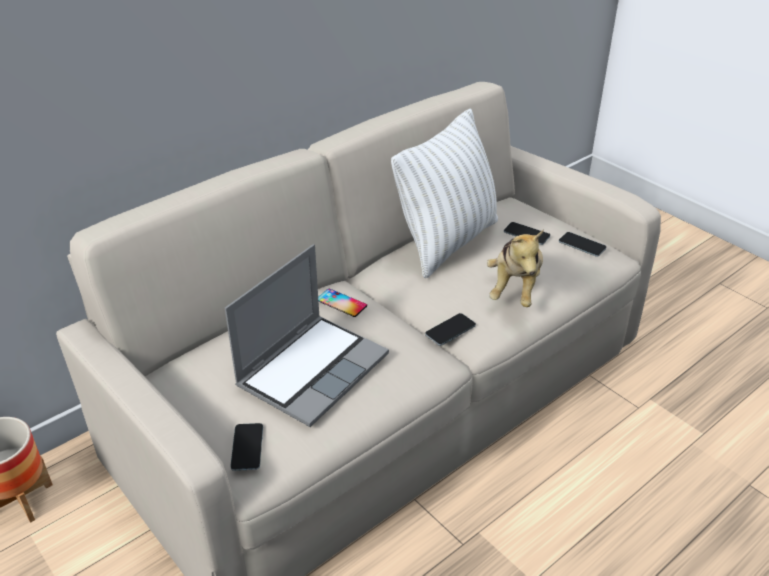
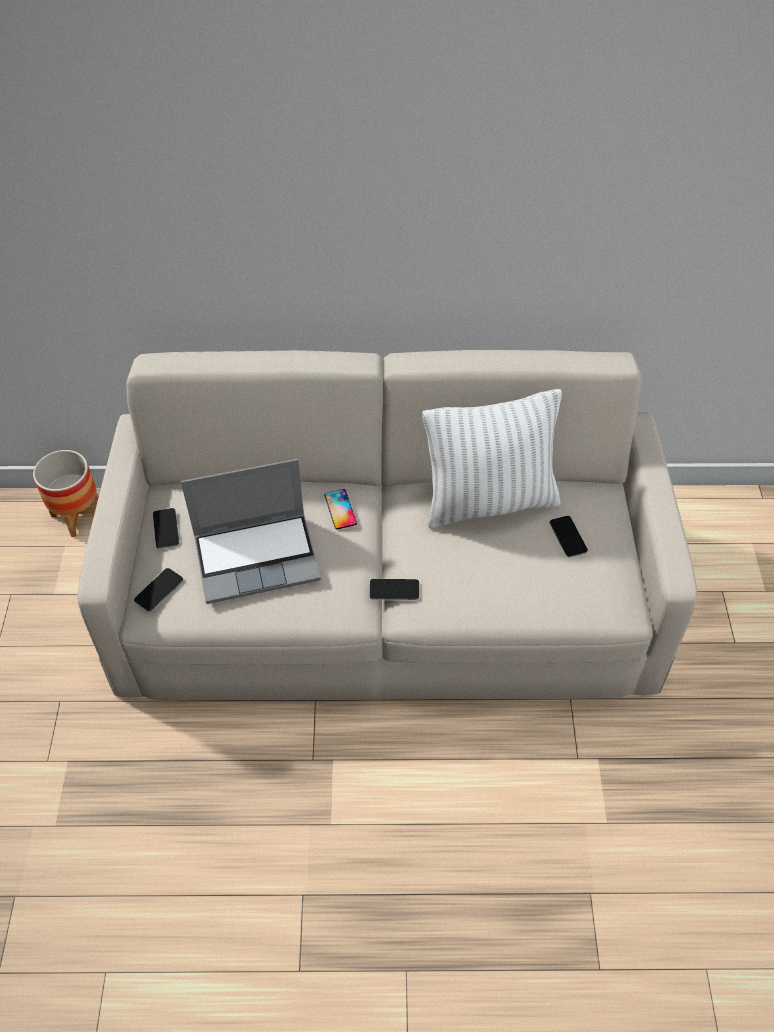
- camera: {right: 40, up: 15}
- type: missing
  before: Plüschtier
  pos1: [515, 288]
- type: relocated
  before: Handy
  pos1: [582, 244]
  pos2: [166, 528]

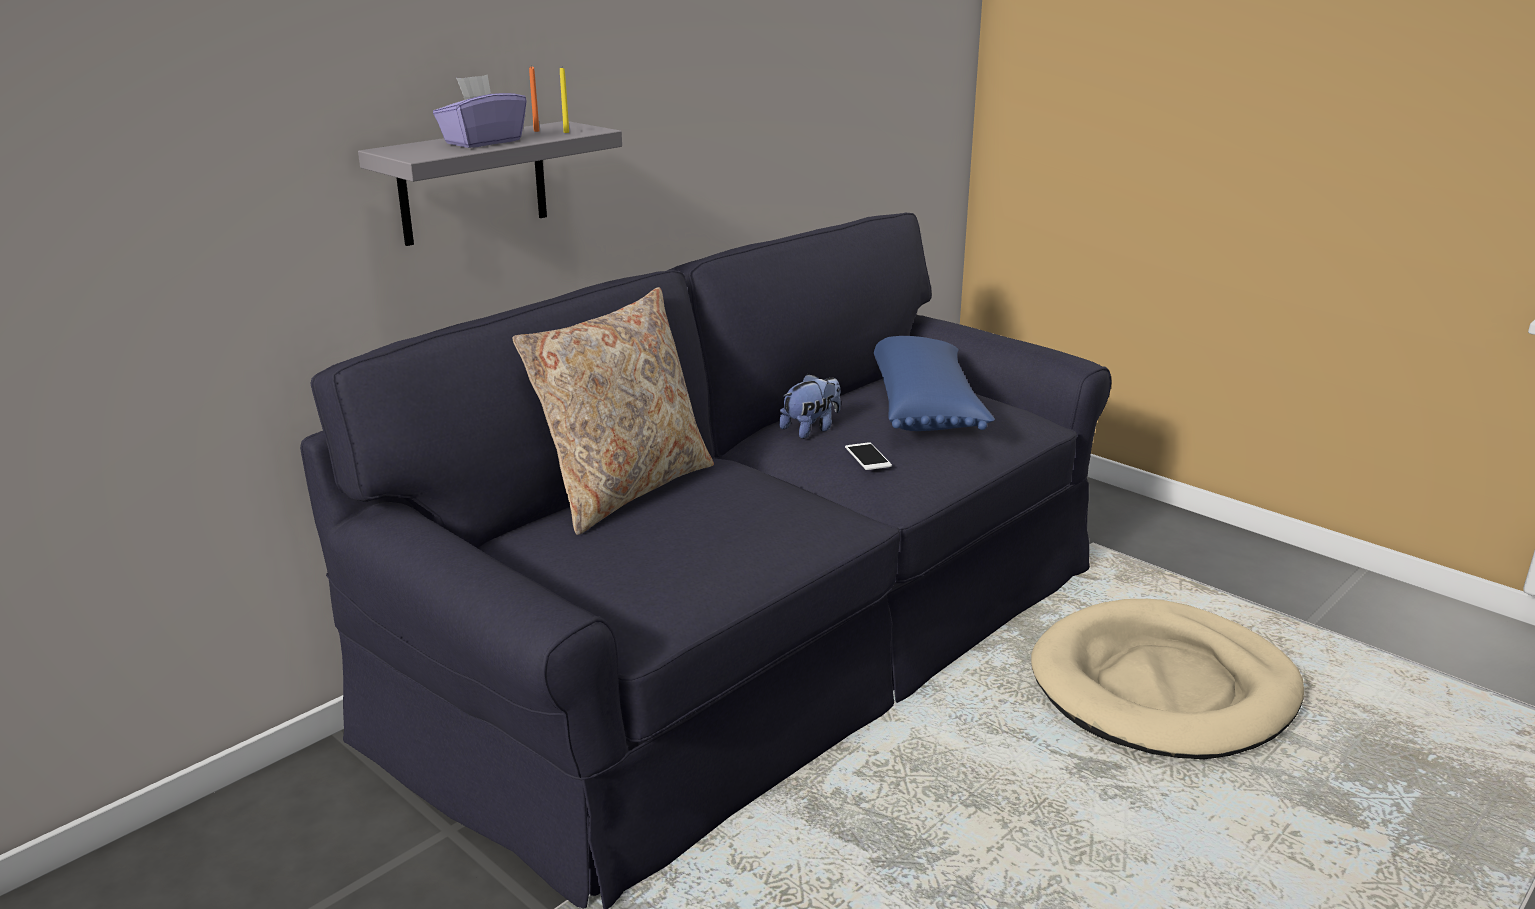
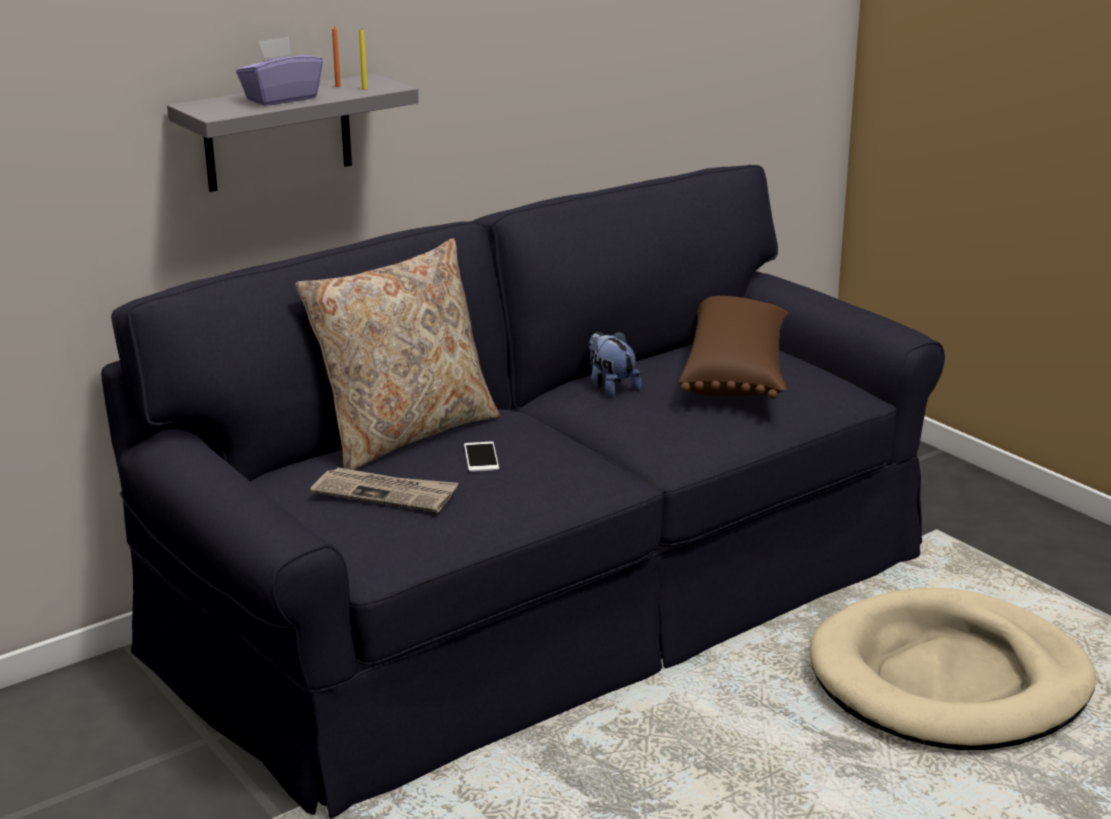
- camera: {right: 10, up: 0}
- type: appeared
  after: Zeitung
  pos2: [386, 493]
- type: relocated
  before: Handy
  pos1: [868, 456]
  pos2: [481, 457]
- type: colour
  before: Kissen [blau]
  after: Kissen [braun]
  pos1: [926, 409]
  pos2: [737, 373]
- type: spun
  before: Plüschtier
  pos1: [811, 429]
  pos2: [611, 387]
  turn: -90

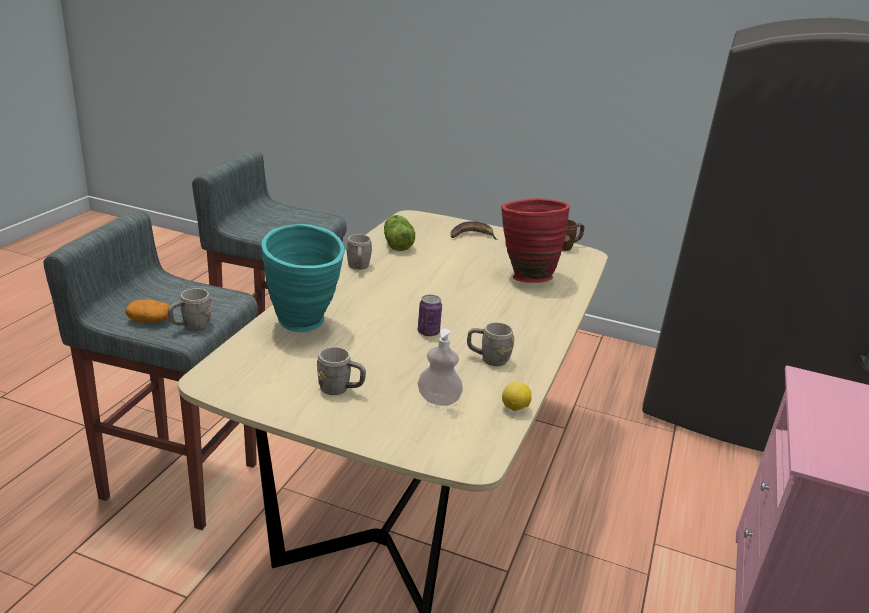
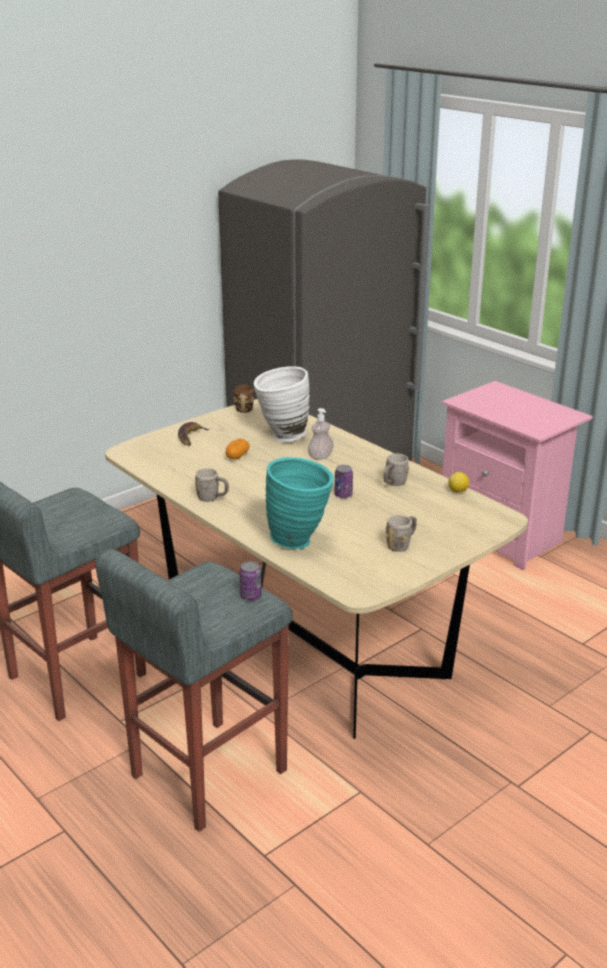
- camera: {right: -60, up: 0}
- type: missing
  before: Salatkopf
  pos1: [397, 243]
- type: relocated
  before: Kartoffel
  pos1: [149, 321]
  pos2: [237, 456]
- type: relocated
  before: Seifenspender
  pos1: [438, 400]
  pos2: [320, 457]
- type: exchanged
  before: Henkelbecher [grau]
  after: Dose
  pos1: [191, 326]
  pos2: [250, 596]
- type: colour
  before: Vase [rot]
  after: Vase [weiß]
  pos1: [525, 275]
  pos2: [281, 437]

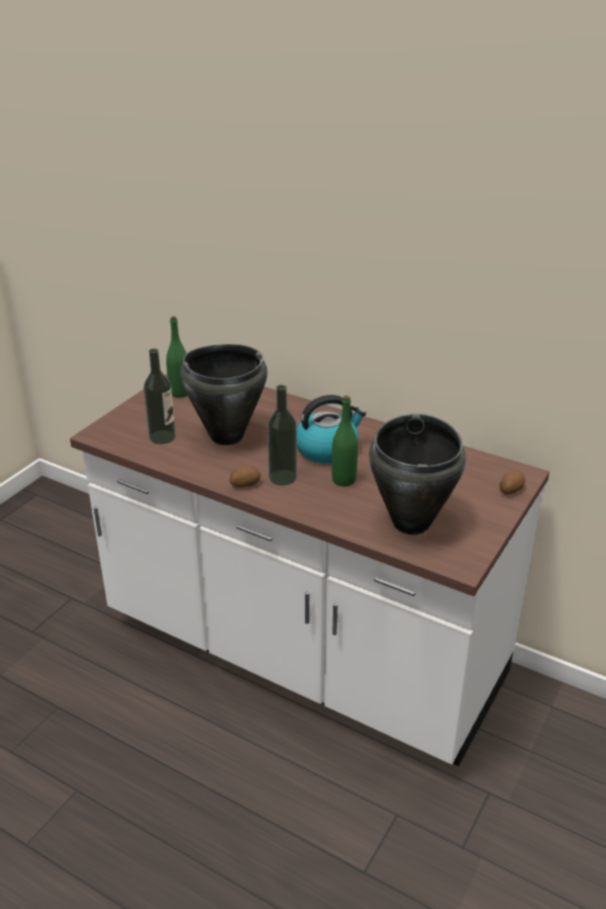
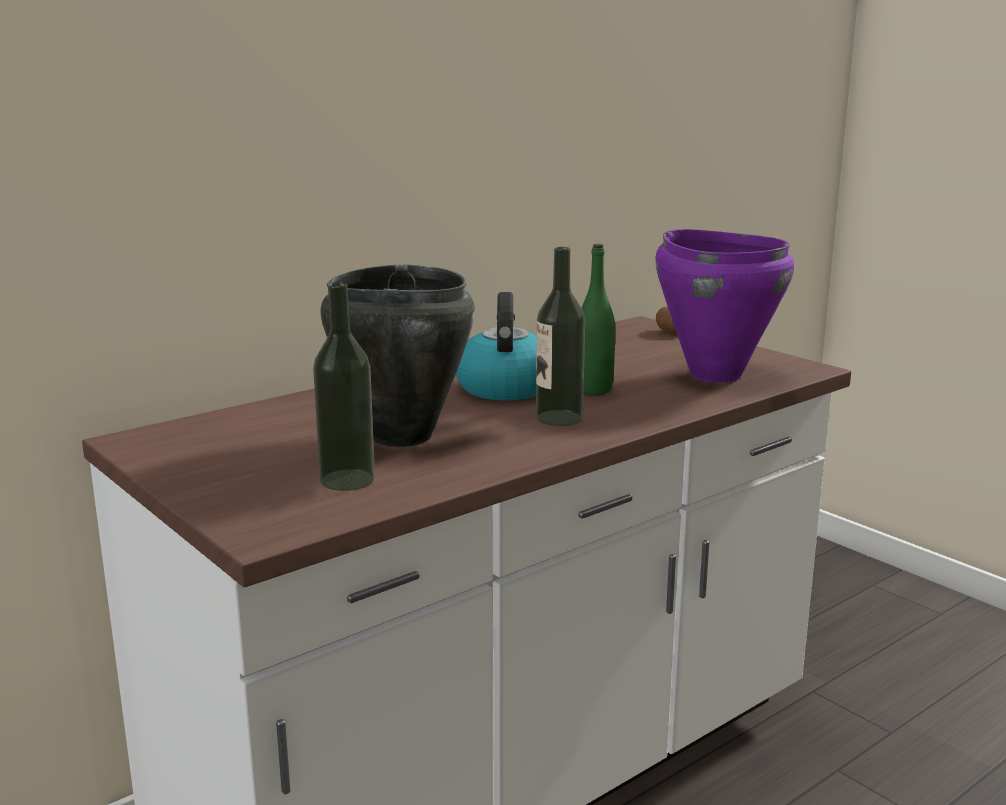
- camera: {right: -70, up: -15}
- type: missing
  before: Flasche [grün]
  pos1: [180, 393]
- type: missing
  before: Kartoffel
  pos1: [245, 484]
- type: colour
  before: Kochtopf [schwarz]
  after: Kochtopf [lila]
  pos1: [412, 522]
  pos2: [715, 374]

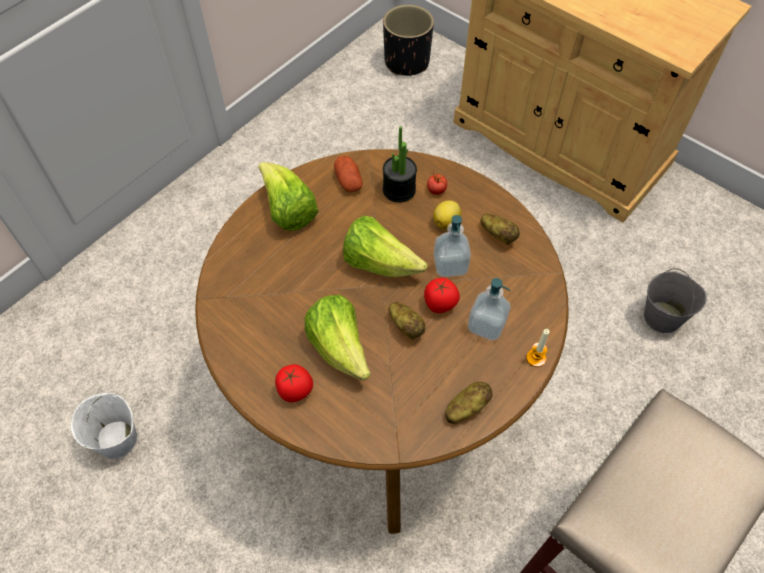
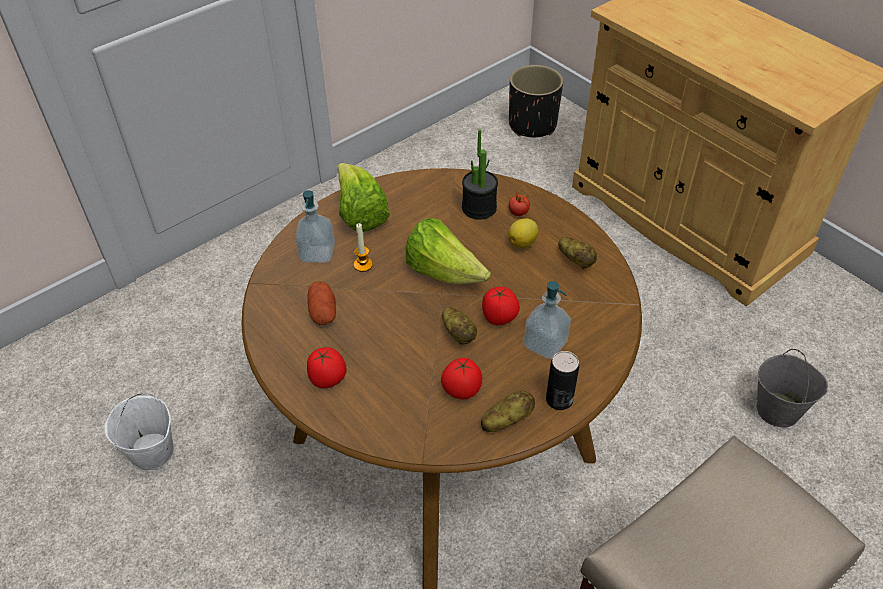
- camera: {right: 10, up: -10}
- type: missing
  before: Salatkopf
  pos1: [340, 347]
- type: appeared
  after: Tomate
  pos2: [461, 391]
- type: appeared
  after: Dose
  pos2: [559, 400]
- type: relocated
  before: Kartoffel
  pos1: [348, 181]
  pos2: [323, 312]
- type: relocated
  before: Seifenspender
  pos1: [450, 265]
  pos2: [317, 253]
- type: relocated
  before: Kerze
  pos1: [536, 358]
  pos2: [363, 265]

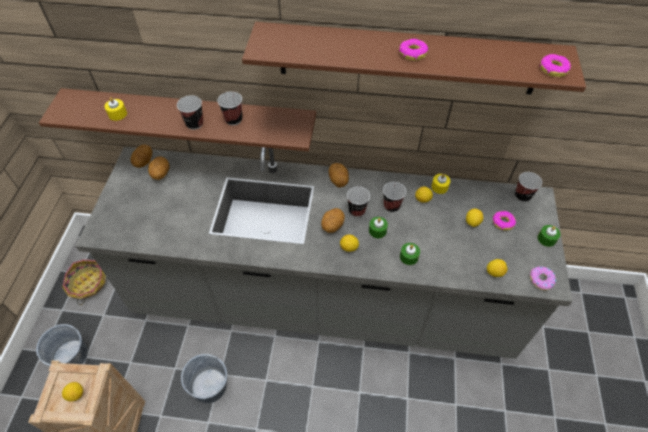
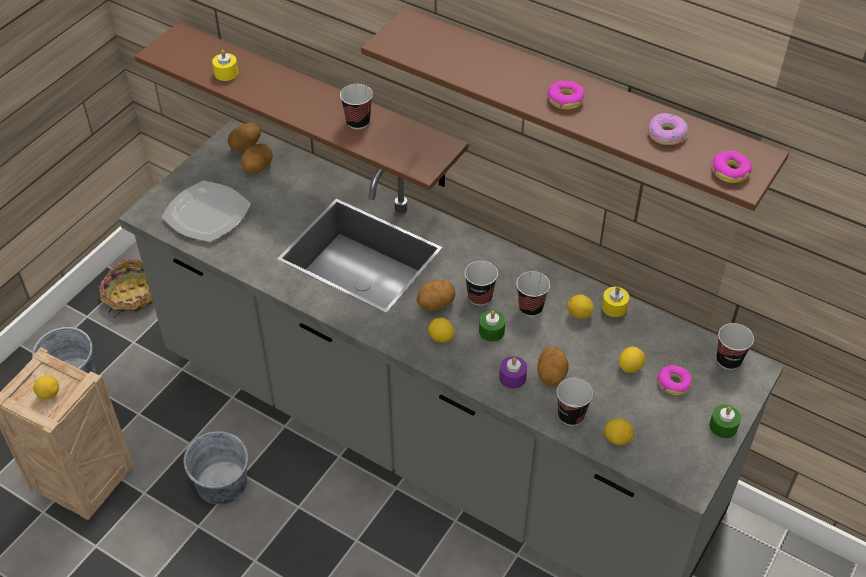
- camera: {right: 25, up: -5}
- type: appeared
  after: Teller
  pos2: [206, 213]
- type: relocated
  before: Tasse
  pos1: [194, 124]
  pos2: [571, 415]
- type: relocated
  before: Kartoffel
  pos1: [338, 181]
  pos2: [551, 375]
- type: relocated
  before: Donut
  pos1: [541, 280]
  pos2: [666, 134]
- type: colour
  before: Kerze [grün]
  after: Kerze [lila]
  pos1: [409, 257]
  pos2: [512, 377]

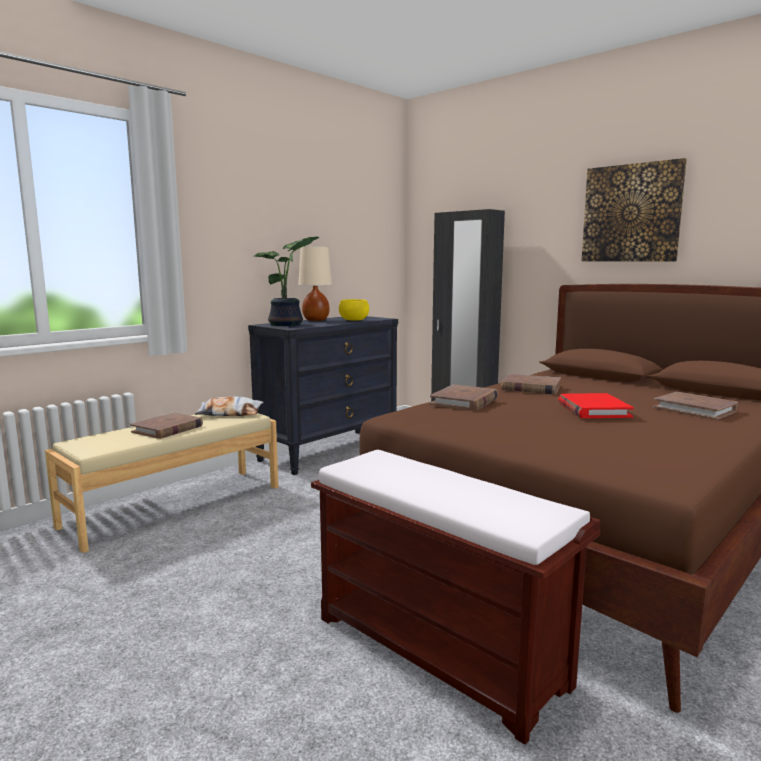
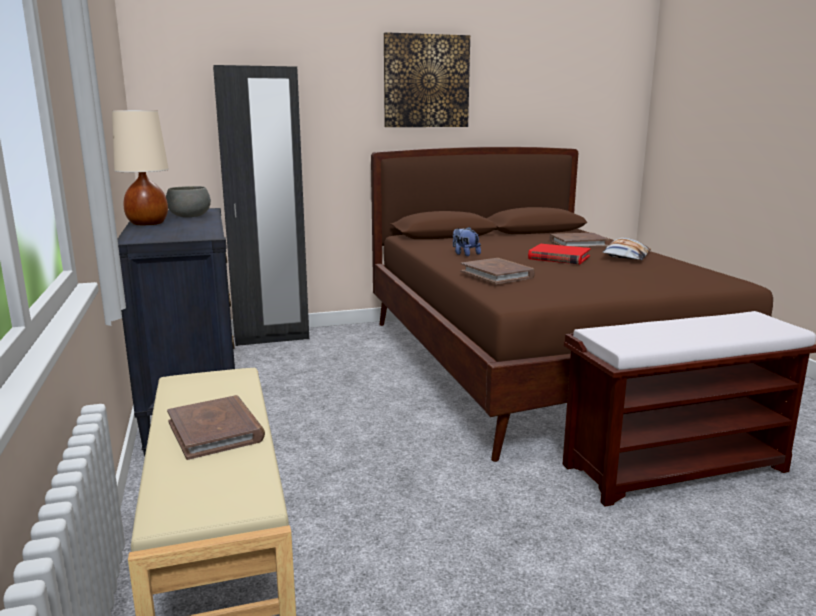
- camera: {right: -60, up: 5}
- type: missing
  before: Topfpflanze
  pos1: [288, 324]
- type: relocated
  before: Kissen
  pos1: [230, 413]
  pos2: [625, 256]
- type: exchanged
  before: Buch [braun]
  after: Plüschtier
  pos1: [530, 388]
  pos2: [465, 254]
- type: colour
  before: Schüssel [gelb]
  after: Schüssel [grau]
  pos1: [353, 320]
  pos2: [189, 216]

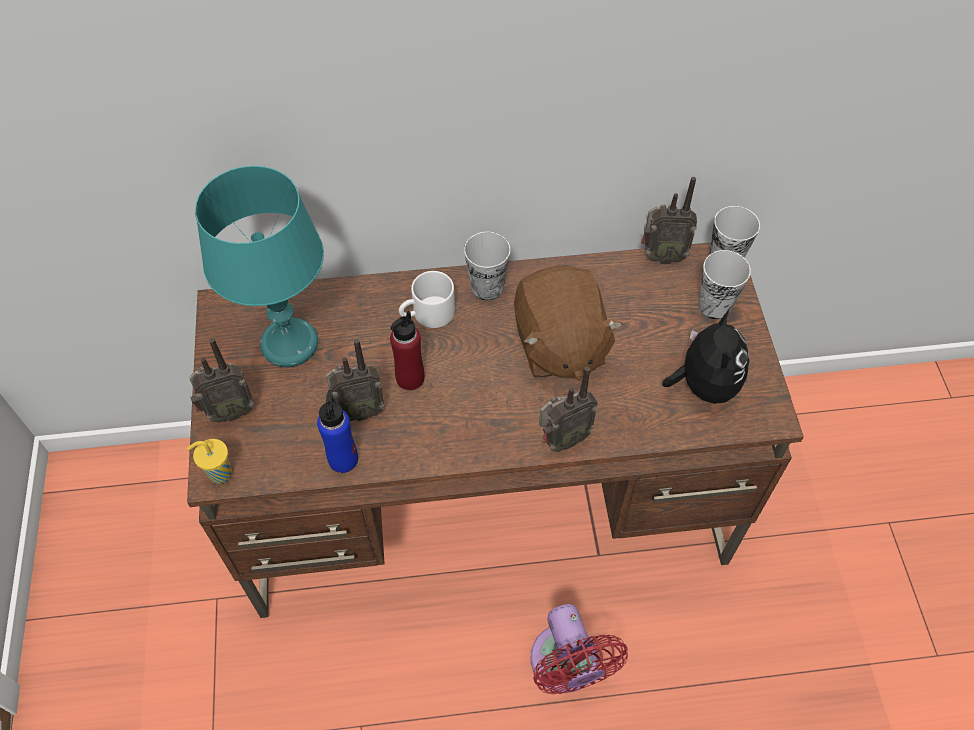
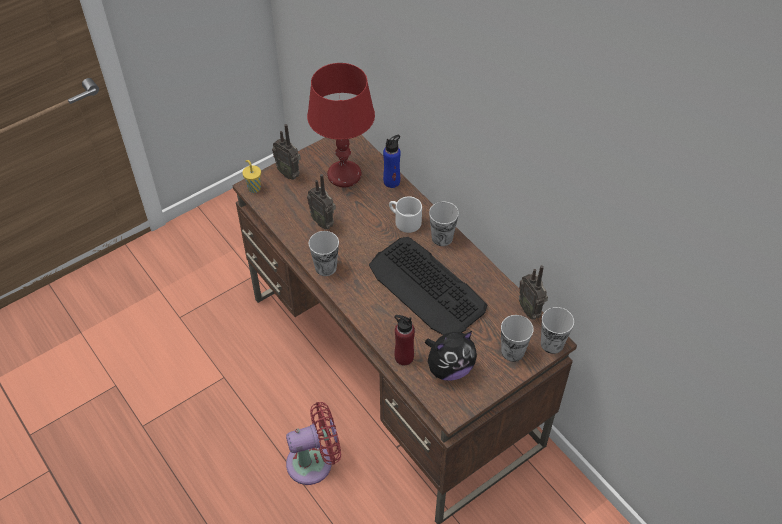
- camera: {right: 60, up: -5}
- type: missing
  before: Radio
  pos1: [562, 440]
- type: appeared
  after: Tasse
  pos2: [325, 267]
- type: relocated
  before: Flasche [blau]
  pos1: [343, 459]
  pos2: [391, 181]
- type: relocated
  before: Flasche [rot]
  pos1: [410, 378]
  pos2: [404, 357]
- type: exchanged
  before: Plüschtier [braun]
  after: Tastatur
  pos1: [559, 345]
  pos2: [427, 287]
- type: colour
  before: Tischlampe [türkis]
  after: Tischlampe [rot]
  pos1: [289, 344]
  pos2: [344, 175]
- type: spun
  before: Ventilator [rot]
  pos1: [566, 666]
  pos2: [314, 462]
  turn: -150

